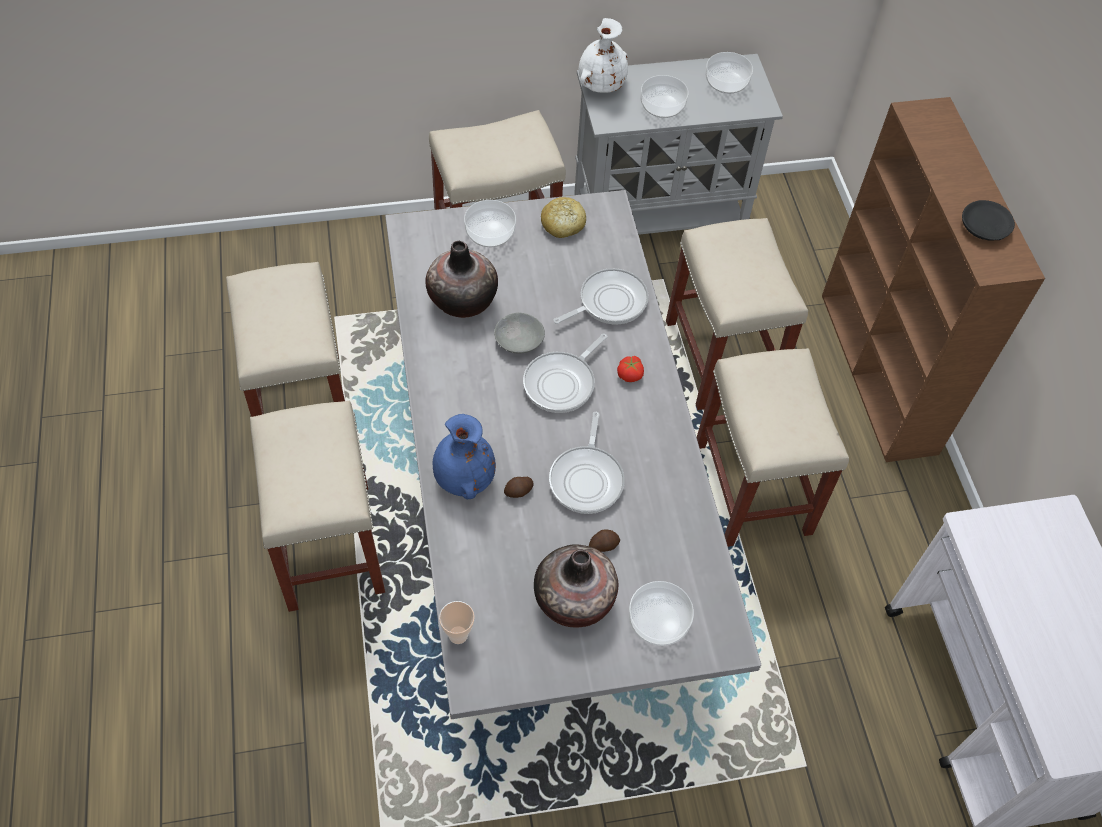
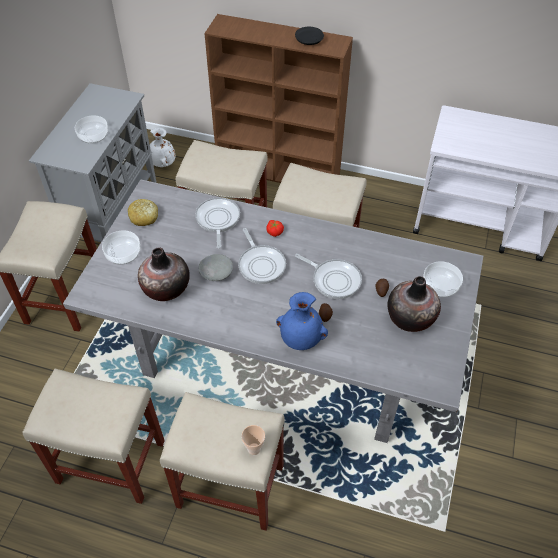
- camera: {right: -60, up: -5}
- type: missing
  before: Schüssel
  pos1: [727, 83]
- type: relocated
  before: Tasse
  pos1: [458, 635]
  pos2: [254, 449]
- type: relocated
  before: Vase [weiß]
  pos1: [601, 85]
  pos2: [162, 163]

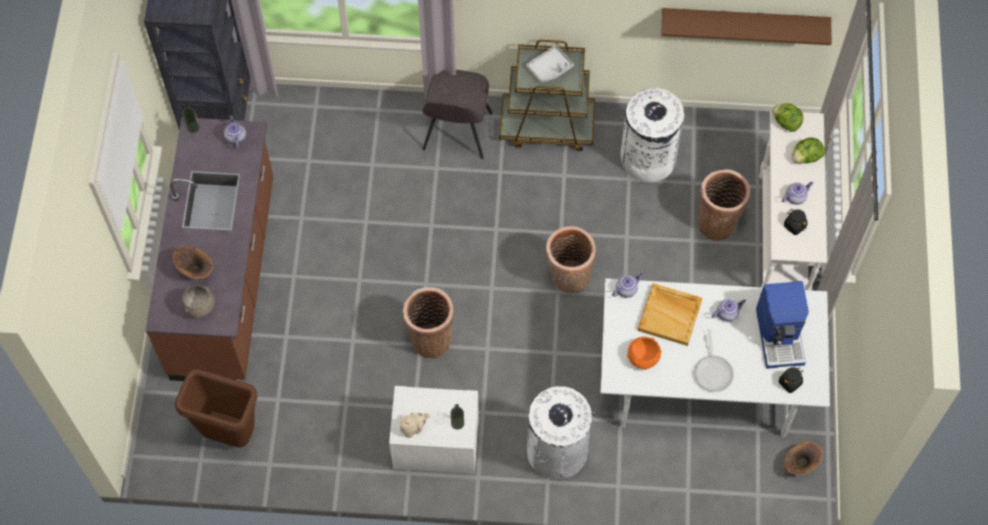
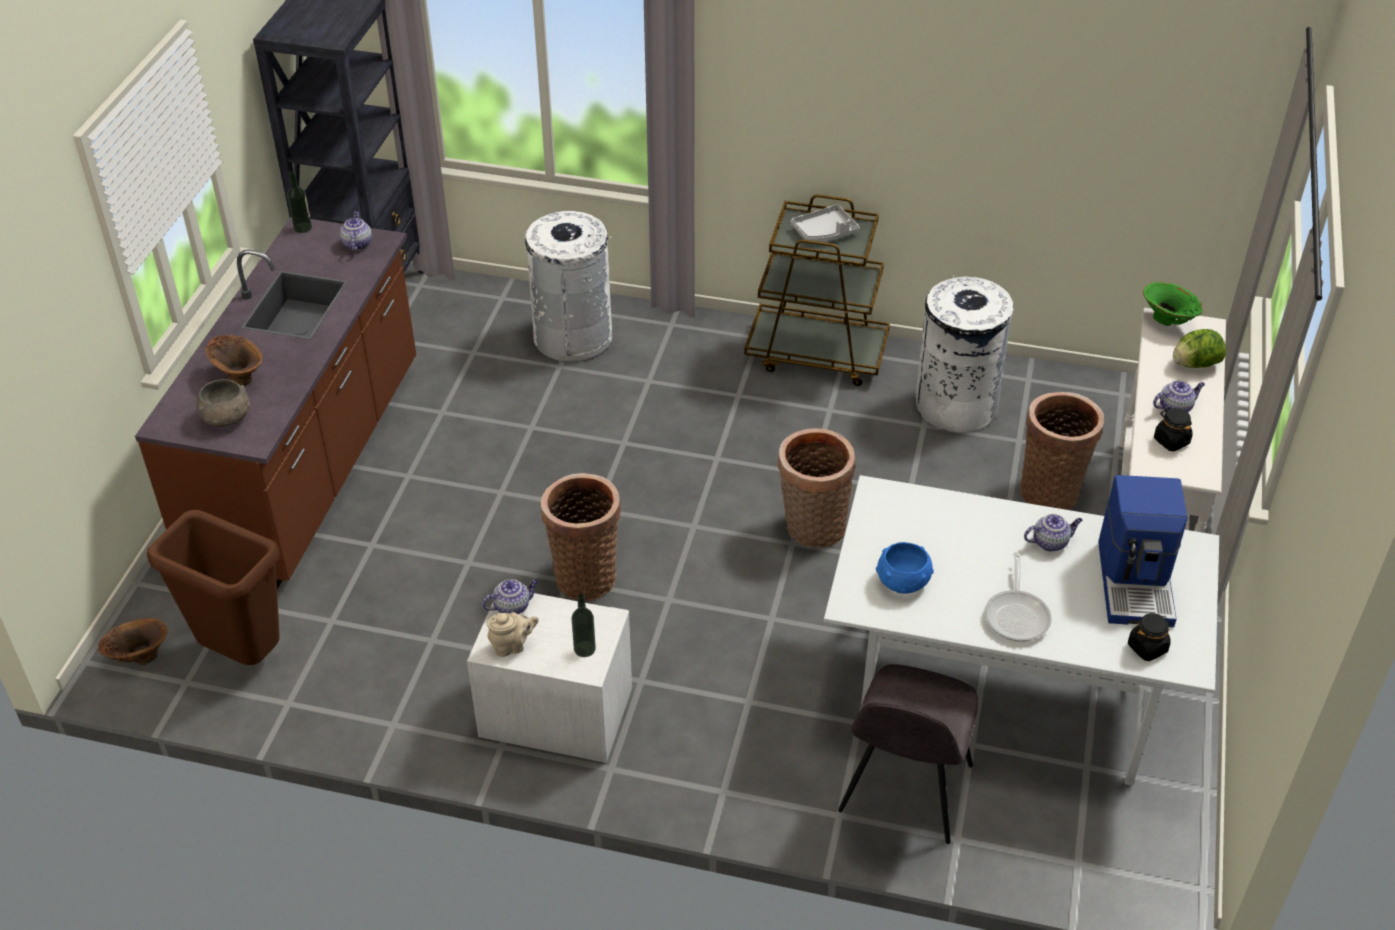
- camera: {right: 10, up: -20}
- type: missing
  before: Tablett [beige]
  pos1: [670, 315]
- type: missing
  before: Wandregal [braun]
  pos1: [744, 21]
- type: relocated
  before: Stuhl [grau]
  pos1: [457, 133]
  pos2: [904, 791]
- type: relocated
  before: Mülleimer [weiß]
  pos1: [557, 450]
  pos2: [573, 337]
- type: relocated
  before: Teekanne
  pos1: [626, 289]
  pos2: [512, 606]
- type: relocated
  before: Vase [braun]
  pos1: [799, 465]
  pos2: [139, 658]
- type: exchanged
  before: Salatkopf
  after: Vase [grün]
  pos1: [786, 122]
  pos2: [1167, 322]
- type: colour
  before: Schüssel [orange]
  after: Schüssel [blau]
  pos1: [642, 357]
  pos2: [902, 581]

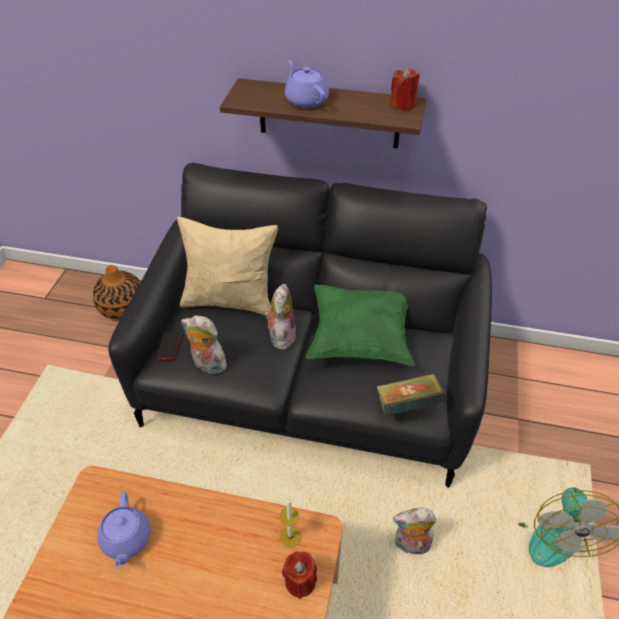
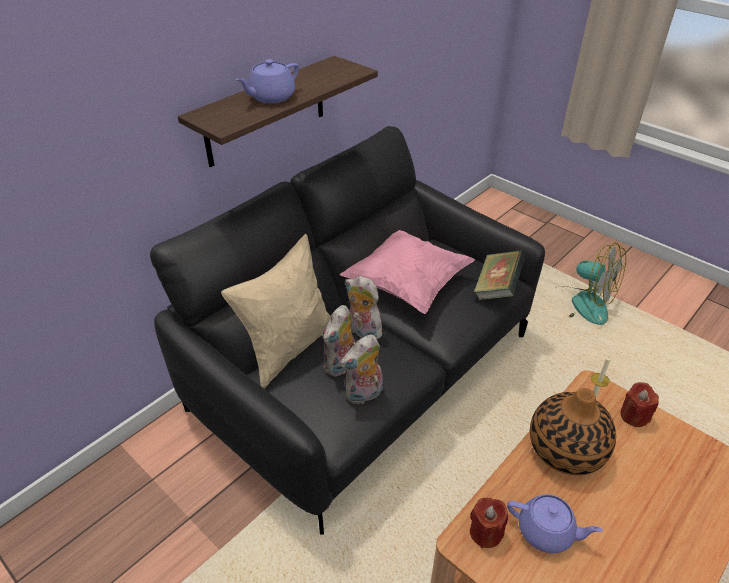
- camera: {right: -60, up: -5}
- type: missing
  before: Handy
  pos1: [169, 346]
- type: relocated
  before: Vase
  pos1: [122, 307]
  pos2: [565, 450]
- type: relocated
  before: Kerze [rot]
  pos1: [403, 104]
  pos2: [485, 532]
- type: relocated
  before: Plüschtier
  pos1: [411, 545]
  pos2: [341, 366]
- type: colour
  before: Kissen [grün]
  after: Kissen [rosa]
  pos1: [360, 338]
  pos2: [407, 285]
- type: spun
  before: Teekanne [lila]
  pos1: [306, 100]
  pos2: [271, 97]
  turn: -45

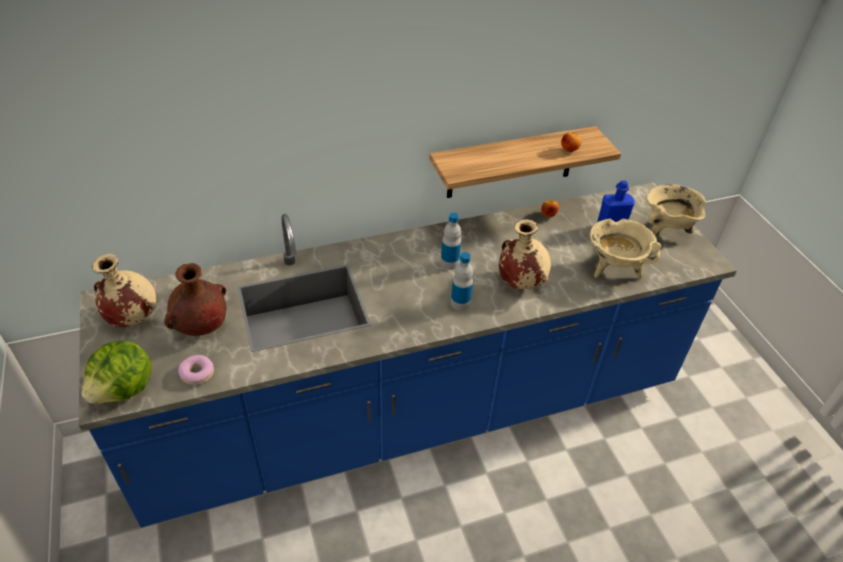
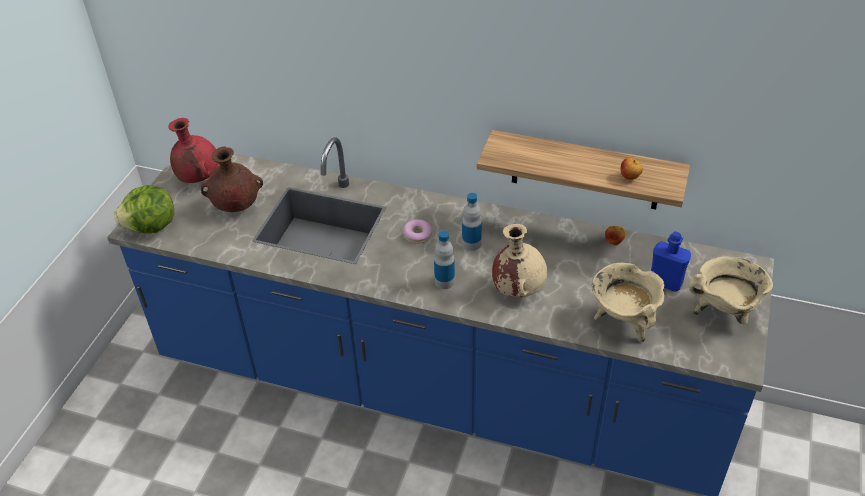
- camera: {right: 40, up: 0}
- type: relocated
  before: Donut
  pos1: [197, 373]
  pos2: [417, 235]
- type: colour
  before: Vase [beige]
  after: Vase [rot]
  pos1: [132, 317]
  pos2: [199, 178]

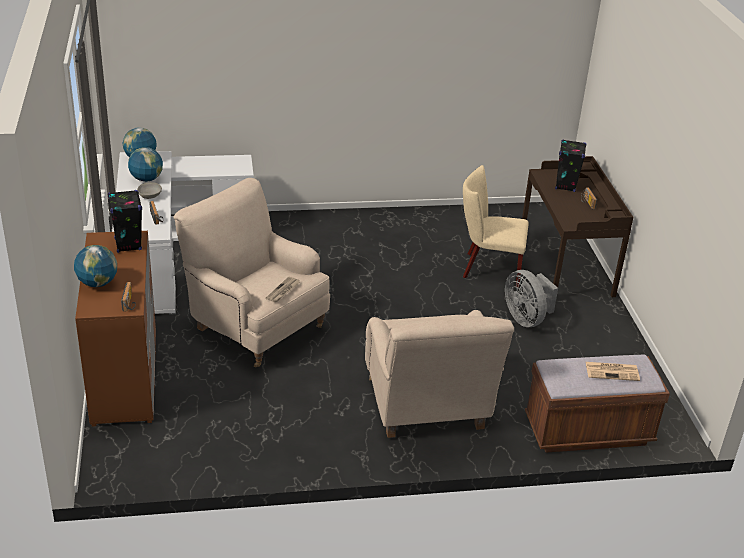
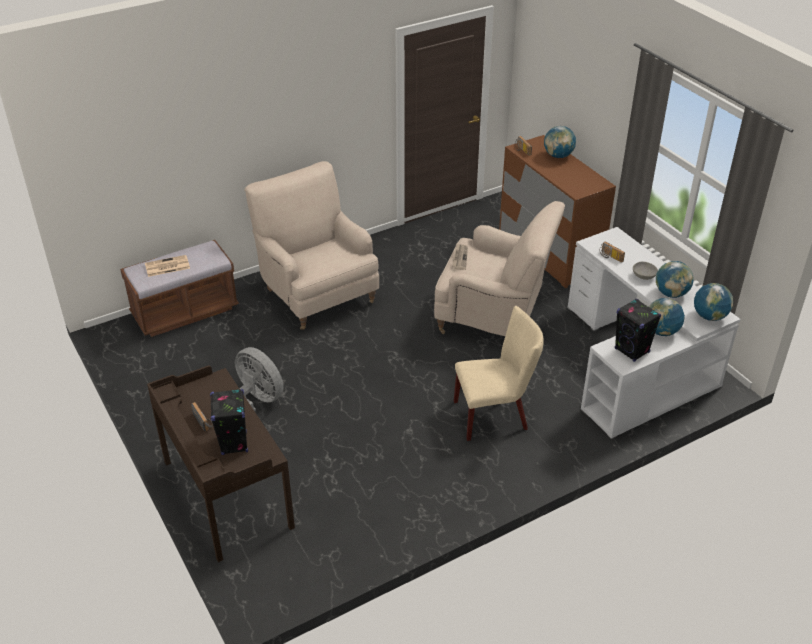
- camera: {right: 160, up: 5}
- type: appeared
  after: Globus
  pos2: [661, 331]
- type: relocated
  before: Lautsprecher [schwarz]
  pos1: [128, 244]
  pos2: [632, 351]
- type: relocated
  before: Stuhl [beige]
  pos1: [488, 268]
  pos2: [495, 415]

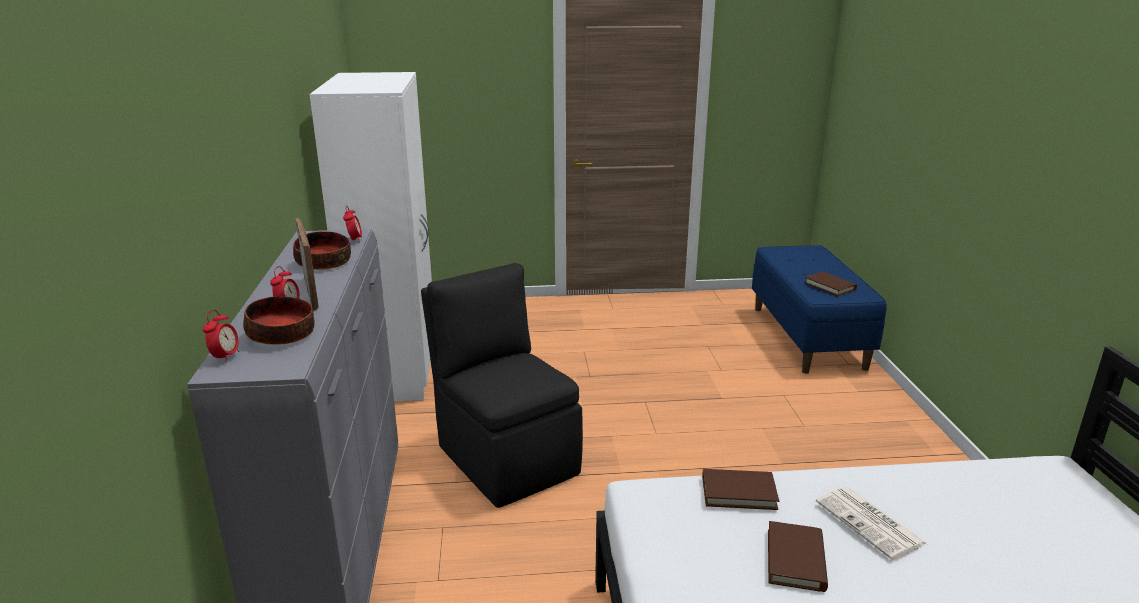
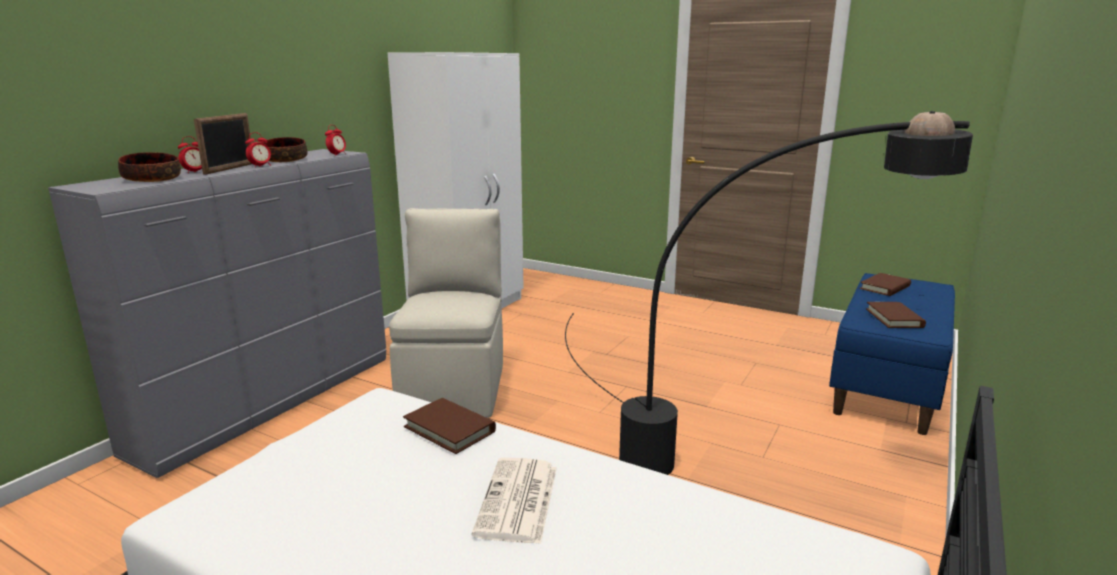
- camera: {right: 35, up: -5}
- type: appeared
  after: Stehlampe [schwarz]
  pos2: [714, 455]
- type: relocated
  before: Wecker
  pos1: [225, 357]
  pos2: [260, 166]
- type: relocated
  before: Buch [braun]
  pos1: [795, 560]
  pos2: [885, 287]
- type: colour
  before: Stuhl [schwarz]
  after: Stuhl [beige]
  pos1: [506, 457]
  pos2: [455, 387]

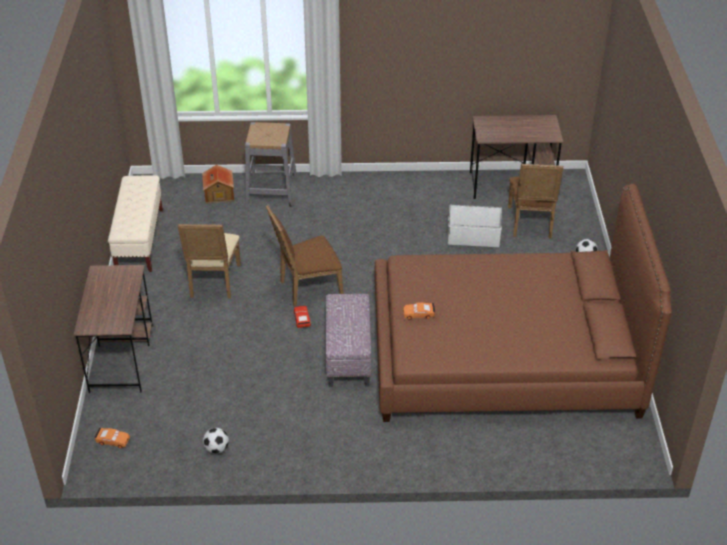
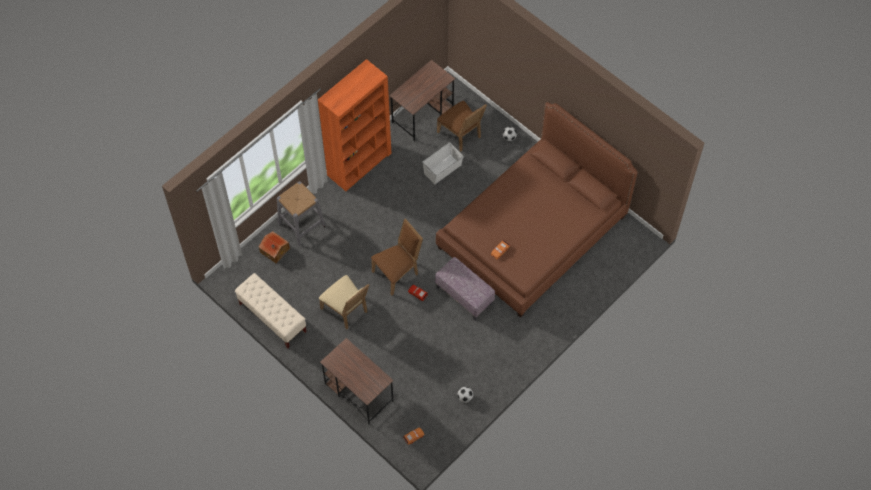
- camera: {right: -45, up: 20}
- type: appeared
  after: Bücherregal [orange]
  pos2: [359, 164]
- type: spun
  before: Stuhl [braun]
  pos1: [307, 288]
  pos2: [398, 272]
  turn: -150

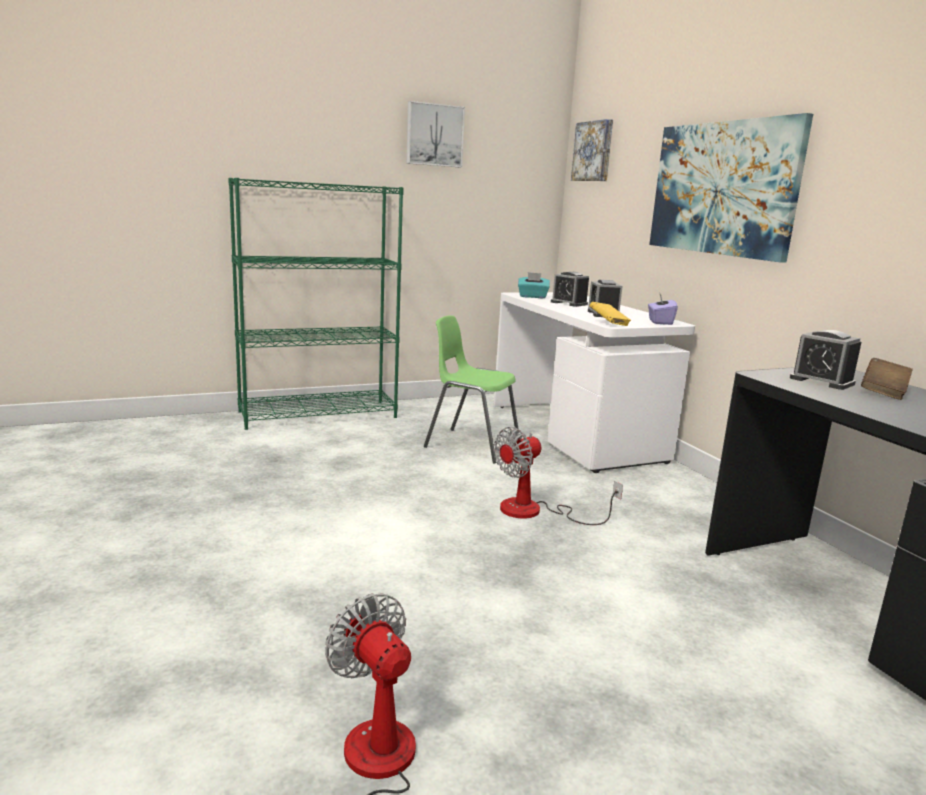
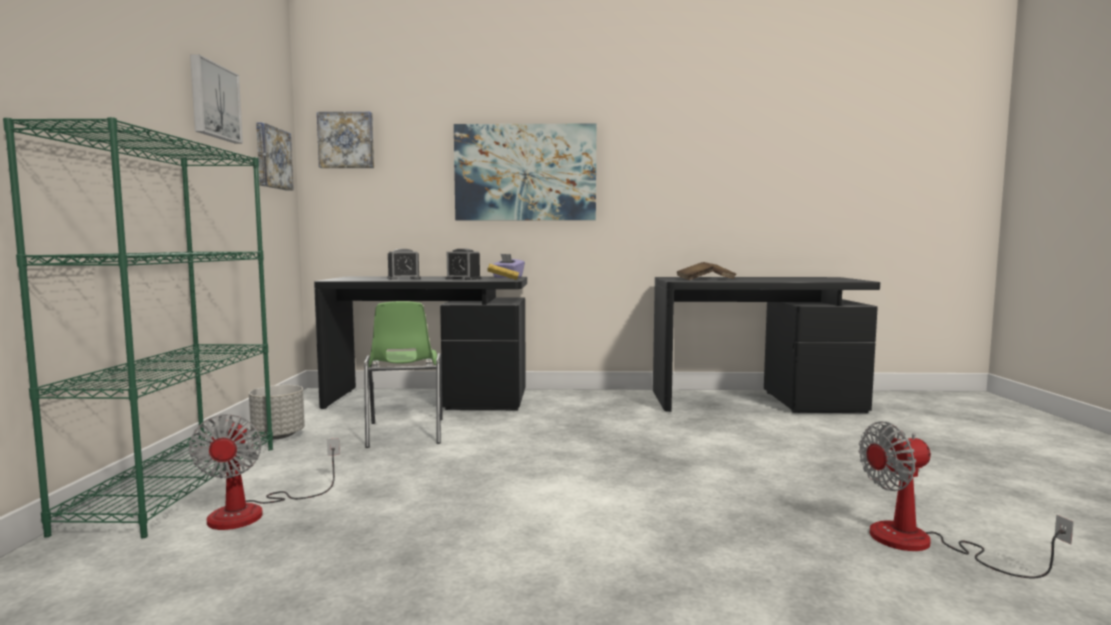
- camera: {right: -65, up: -10}
- type: missing
  before: Taschentuchbox [türkis]
  pos1: [532, 297]
- type: appeared
  after: Pflanzkübel [grau]
  pos2: [278, 436]
- type: appeared
  after: Bild
  pos2: [272, 158]
- type: relocated
  before: Ventilator
  pos1: [535, 511]
  pos2: [254, 511]
- type: exchanged
  before: Wecker
  after: Buch [braun]
  pos1: [821, 381]
  pos2: [695, 279]
- type: colour
  before: Schreibtisch [weiß]
  after: Schreibtisch [schwarz]
  pos1: [576, 433]
  pos2: [430, 399]
- type: spun
  before: Stuhl [grün]
  pos1: [471, 445]
  pos2: [404, 433]
  turn: -60

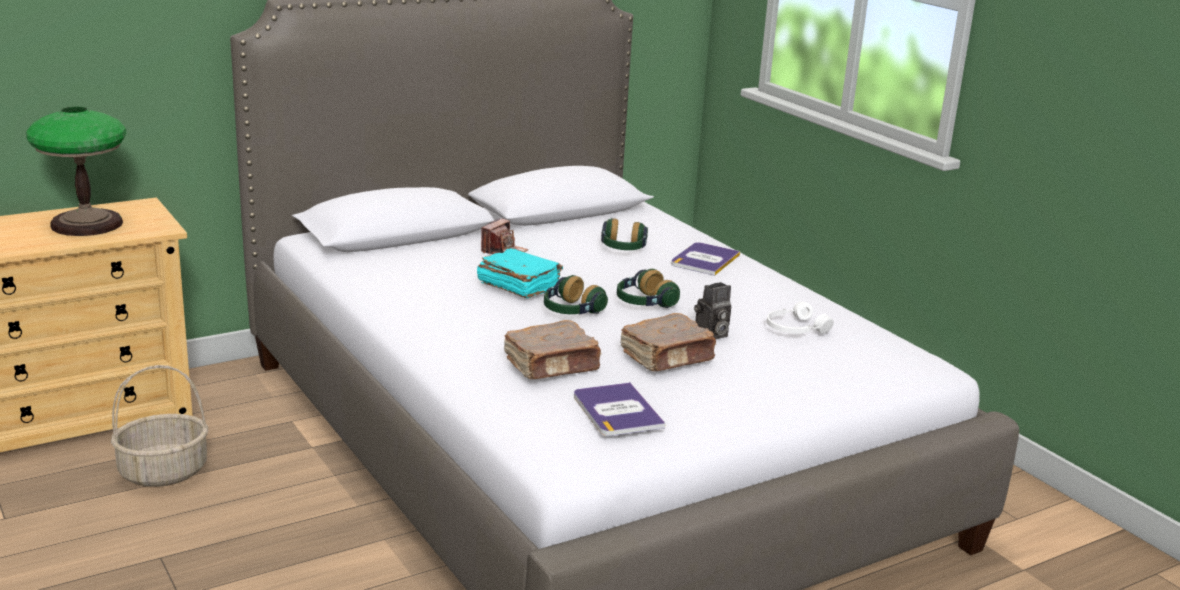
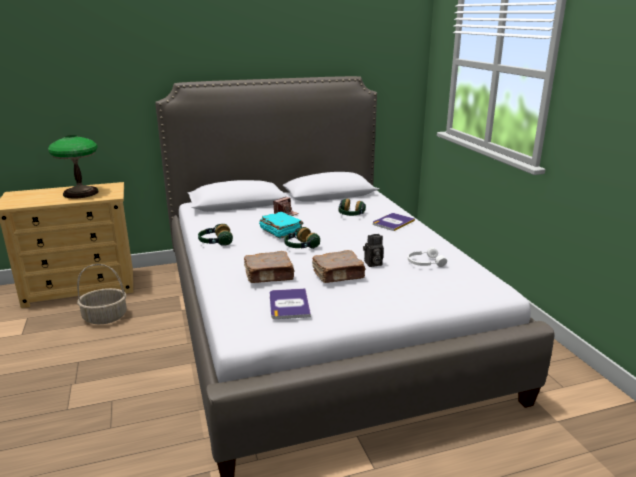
- camera: {right: 15, up: 0}
- type: relocated
  before: Kopfhörer
  pos1: [644, 304]
  pos2: [215, 242]

